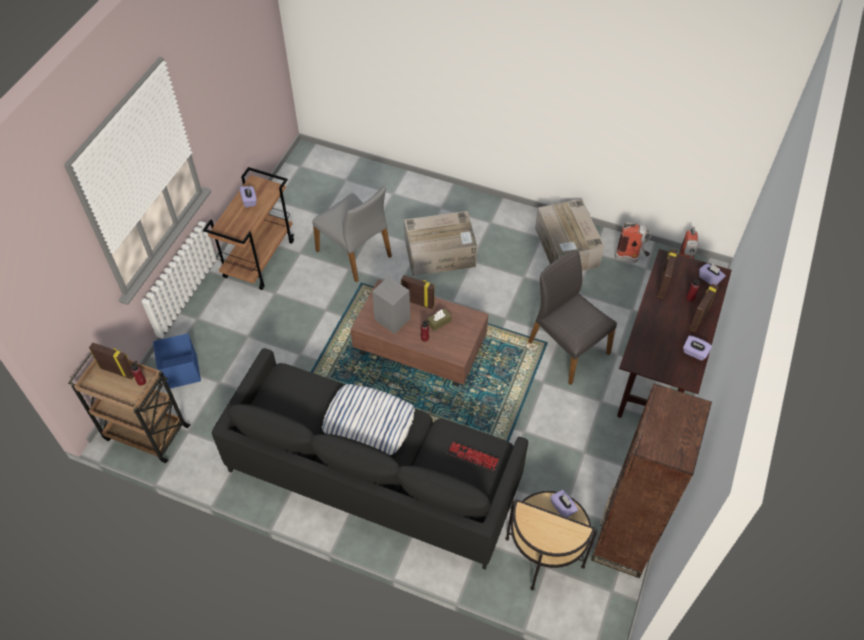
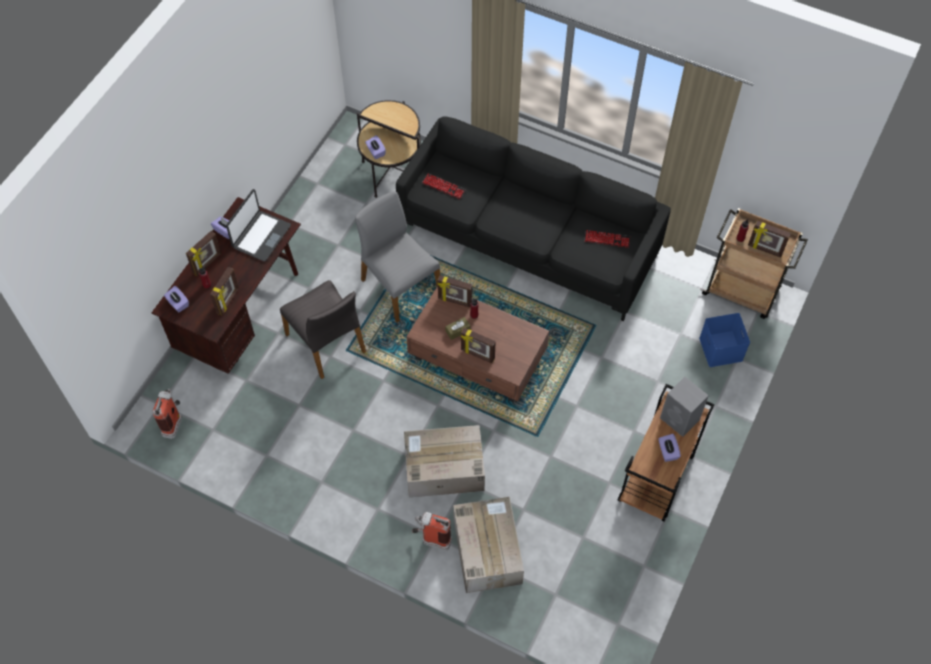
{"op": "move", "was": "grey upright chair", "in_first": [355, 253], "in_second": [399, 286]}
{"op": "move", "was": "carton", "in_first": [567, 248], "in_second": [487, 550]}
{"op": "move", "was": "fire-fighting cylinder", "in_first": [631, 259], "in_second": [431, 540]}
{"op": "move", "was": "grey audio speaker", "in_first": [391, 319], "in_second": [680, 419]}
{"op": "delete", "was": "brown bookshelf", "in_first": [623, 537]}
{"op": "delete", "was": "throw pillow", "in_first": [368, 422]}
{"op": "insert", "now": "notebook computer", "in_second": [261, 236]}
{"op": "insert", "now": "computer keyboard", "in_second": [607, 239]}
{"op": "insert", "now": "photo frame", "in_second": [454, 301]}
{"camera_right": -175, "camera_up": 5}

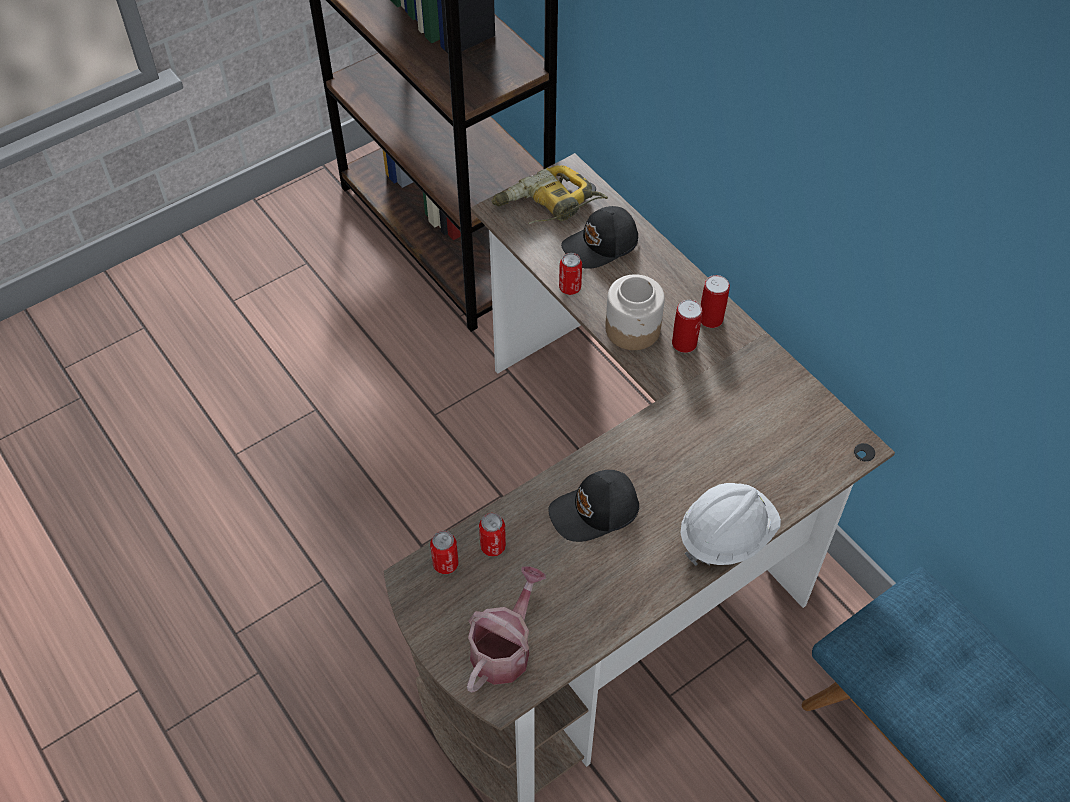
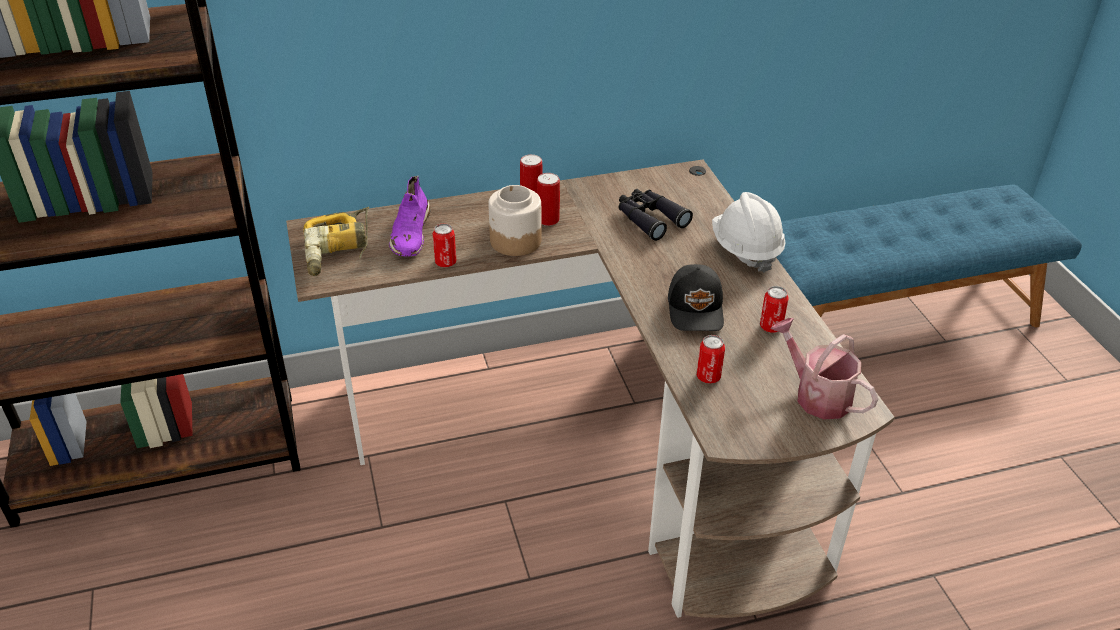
{"op": "replace", "was": "black-coloured cap", "now": "purple-coloured low shoe", "in_first": [601, 246], "in_second": [410, 233]}
{"op": "move", "was": "can", "in_first": [445, 564], "in_second": [771, 327]}
{"op": "insert", "now": "black-coloured field glasses", "in_second": [649, 219]}
{"camera_right": -70, "camera_up": -15}

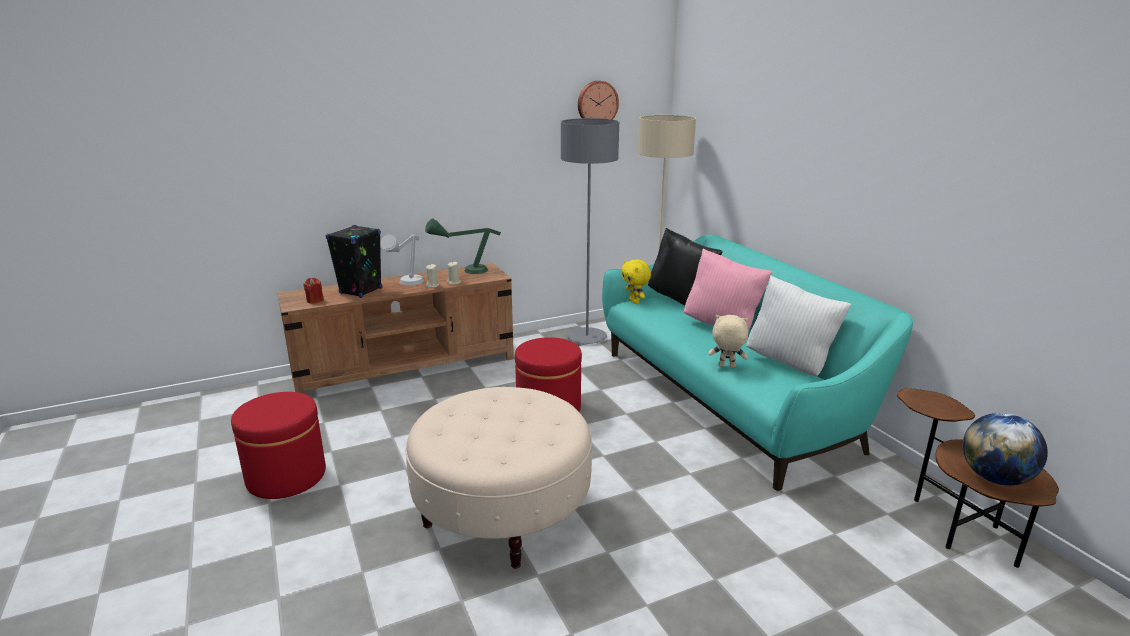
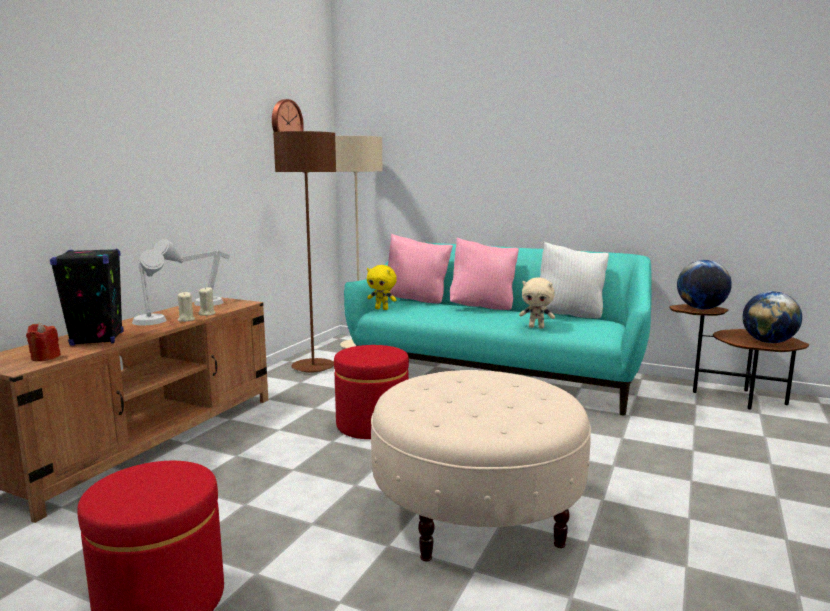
{"op": "recolor", "was": "grey floor lamp", "now": "brown floor lamp", "in_first": [587, 337], "in_second": [313, 367]}
{"op": "recolor", "was": "greenish lamp for a table", "now": "grey lamp for a table", "in_first": [464, 271], "in_second": [197, 306]}
{"op": "recolor", "was": "black-coloured throw pillow", "now": "pinkish throw pillow", "in_first": [681, 300], "in_second": [417, 301]}
{"op": "rotate", "was": "beige-coloured soft toy", "in_first": [726, 366], "in_second": [536, 327], "clockwise": -135}
{"op": "insert", "now": "desk globe", "in_second": [701, 308]}
{"camera_right": -40, "camera_up": -10}

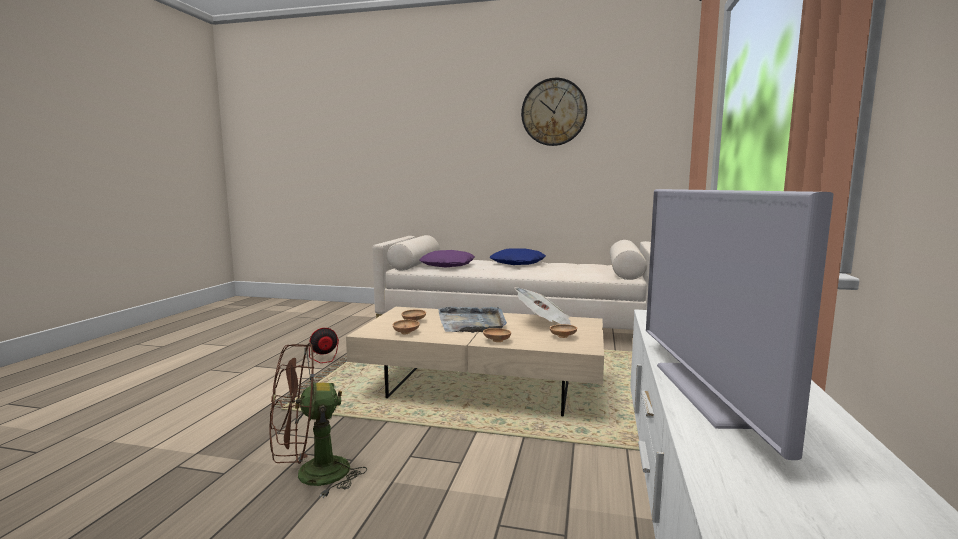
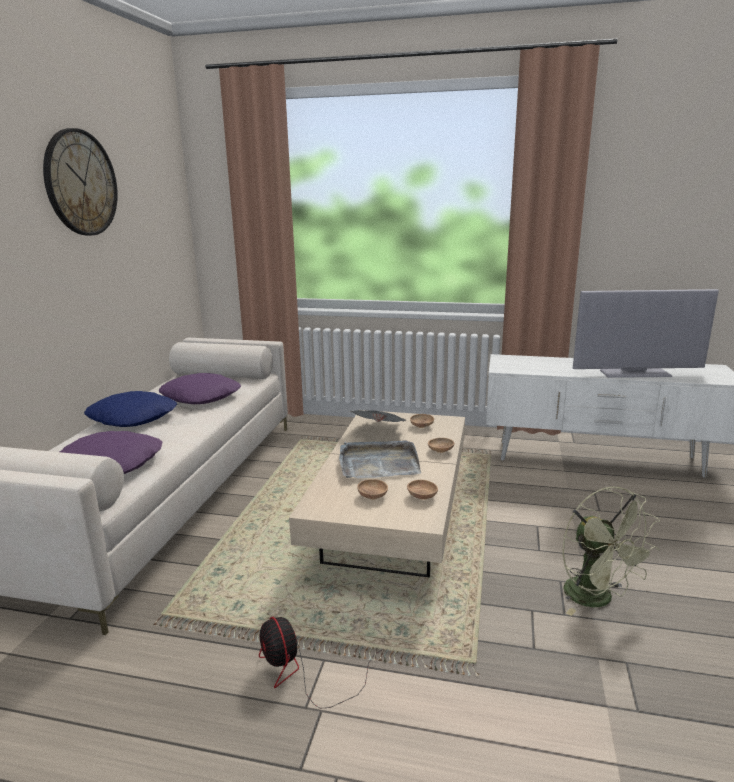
{"op": "recolor", "was": "brown fan", "now": "greenish fan", "in_first": [311, 476], "in_second": [597, 599]}
{"op": "insert", "now": "purple-coloured throw pillow", "in_second": [201, 396]}
{"camera_right": -90, "camera_up": 10}

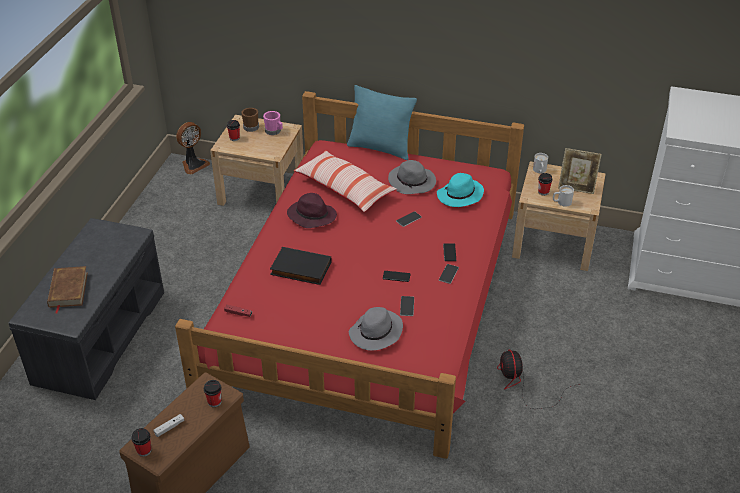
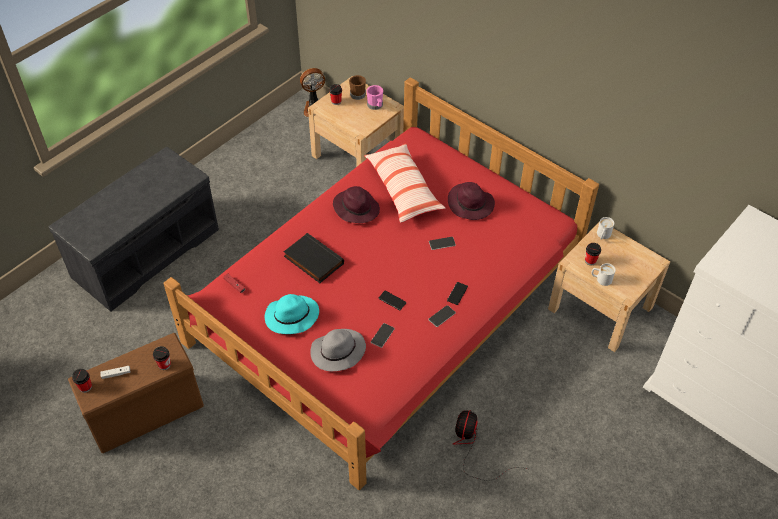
{"op": "delete", "was": "blue-green throw pillow", "in_first": [380, 148]}
{"op": "delete", "was": "photo frame", "in_first": [576, 187]}
{"op": "recolor", "was": "grey clothing hat", "now": "purple-coloured clothing hat", "in_first": [412, 182], "in_second": [471, 204]}
{"op": "move", "was": "blue-green clothing hat", "in_first": [460, 196], "in_second": [291, 317]}
{"op": "delete", "was": "brown book", "in_first": [68, 290]}
{"camera_right": 25, "camera_up": 10}

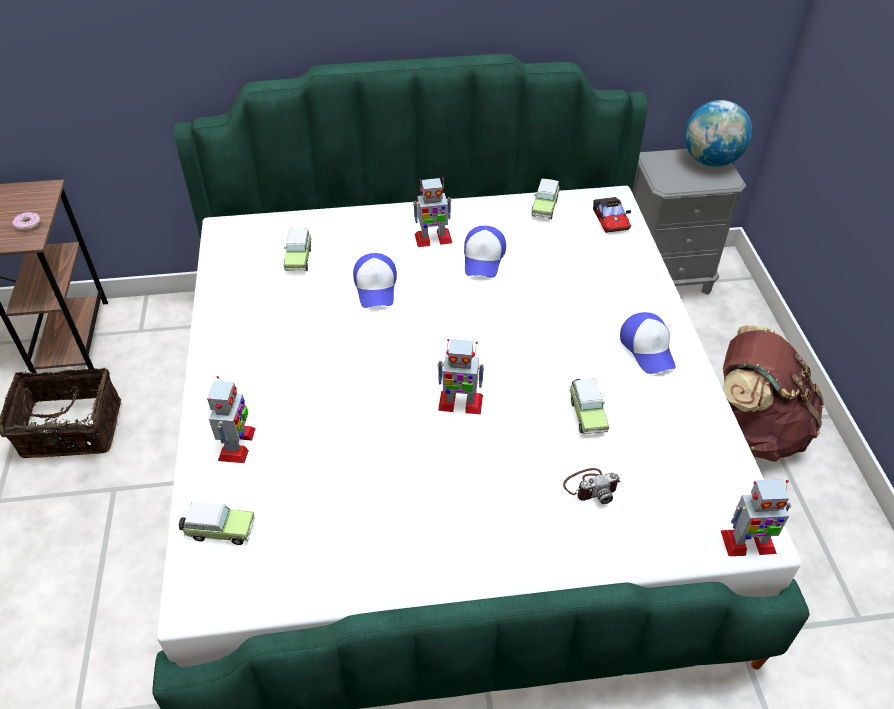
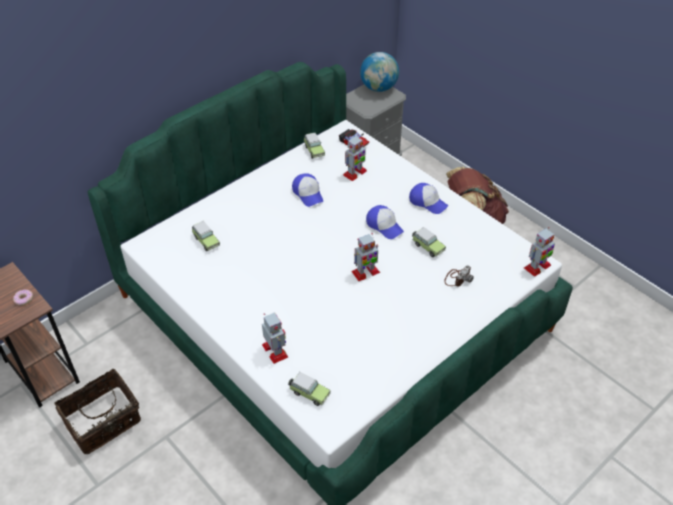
{"op": "move", "was": "model robot", "in_first": [433, 239], "in_second": [354, 173]}
{"op": "move", "was": "cap", "in_first": [376, 287], "in_second": [384, 225]}
{"op": "rotate", "was": "toy car", "in_first": [219, 530], "in_second": [309, 393], "clockwise": 60}
{"camera_right": -35, "camera_up": 0}

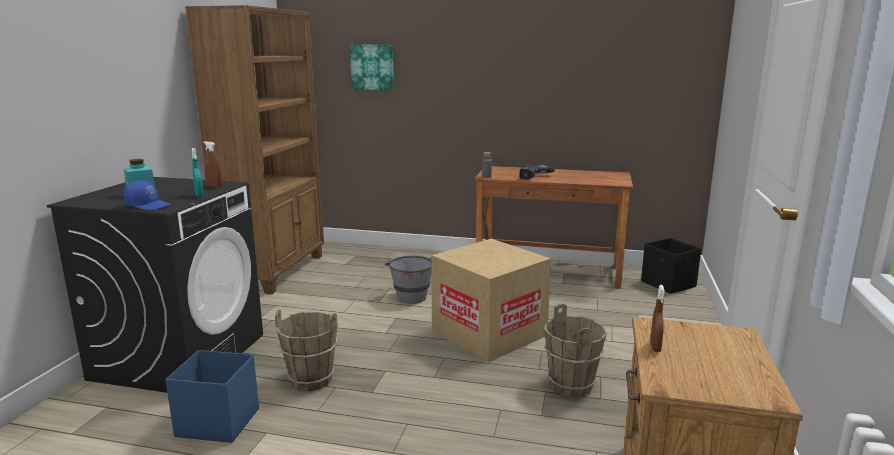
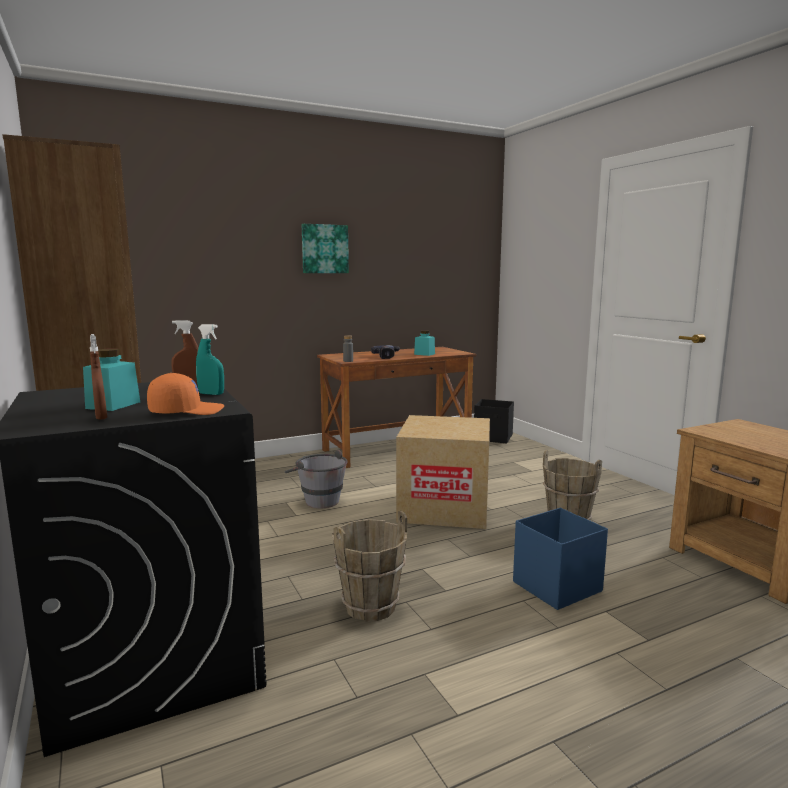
{"op": "move", "was": "wall picture", "in_first": [372, 67], "in_second": [324, 249]}
{"op": "recolor", "was": "blue cap", "now": "orange-coloured cap", "in_first": [149, 205], "in_second": [186, 411]}
{"op": "move", "was": "brown hand sprayer", "in_first": [655, 347], "in_second": [101, 417]}
{"op": "move", "was": "blue storage bin", "in_first": [217, 422], "in_second": [555, 587]}
{"op": "insert", "now": "blue-green jar", "in_second": [424, 354]}
{"camera_right": -40, "camera_up": -5}

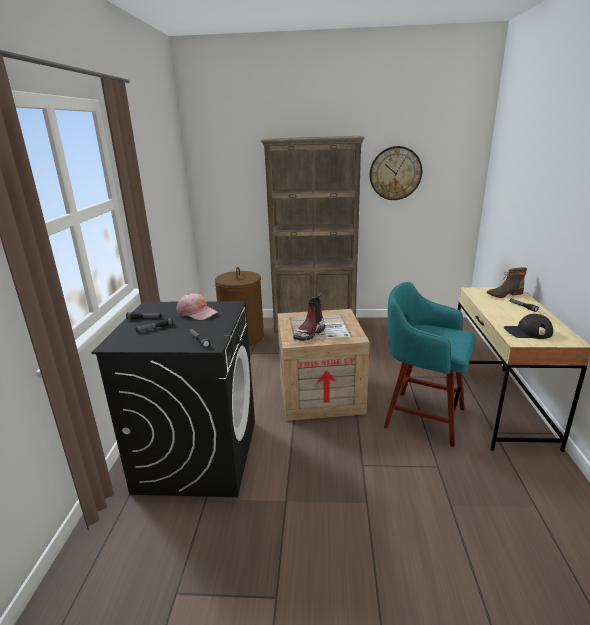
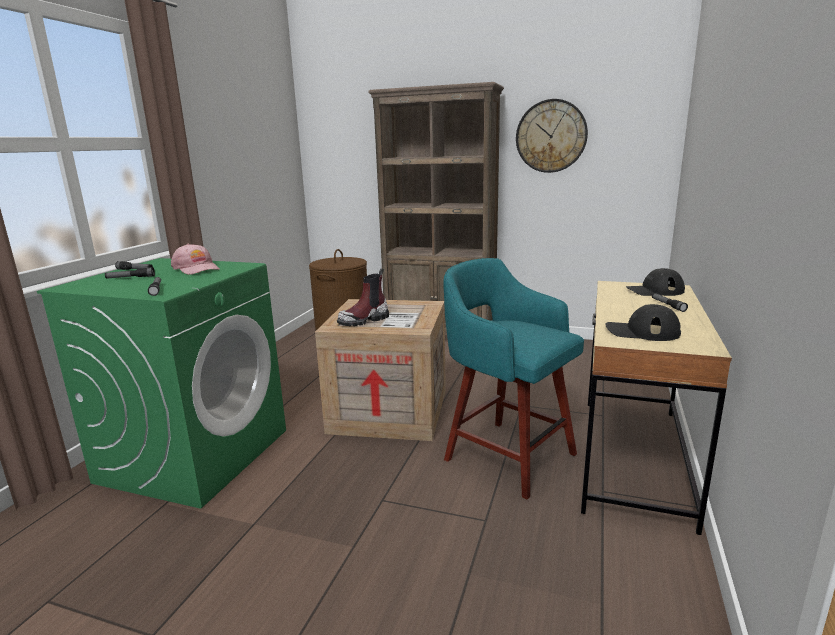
{"op": "replace", "was": "boot", "now": "black-coloured cap", "in_first": [503, 294], "in_second": [654, 291]}
{"op": "recolor", "was": "black-coloured washing machine", "now": "greenish washing machine", "in_first": [198, 454], "in_second": [196, 454]}
{"camera_right": 15, "camera_up": -5}

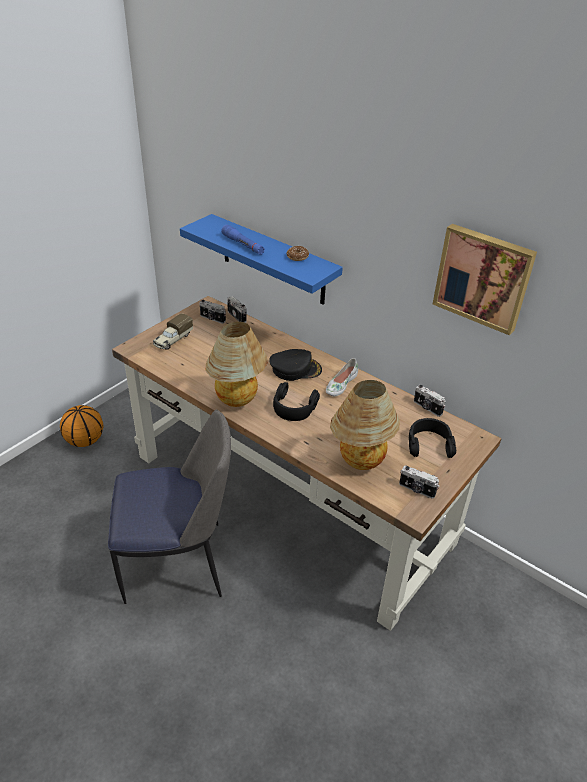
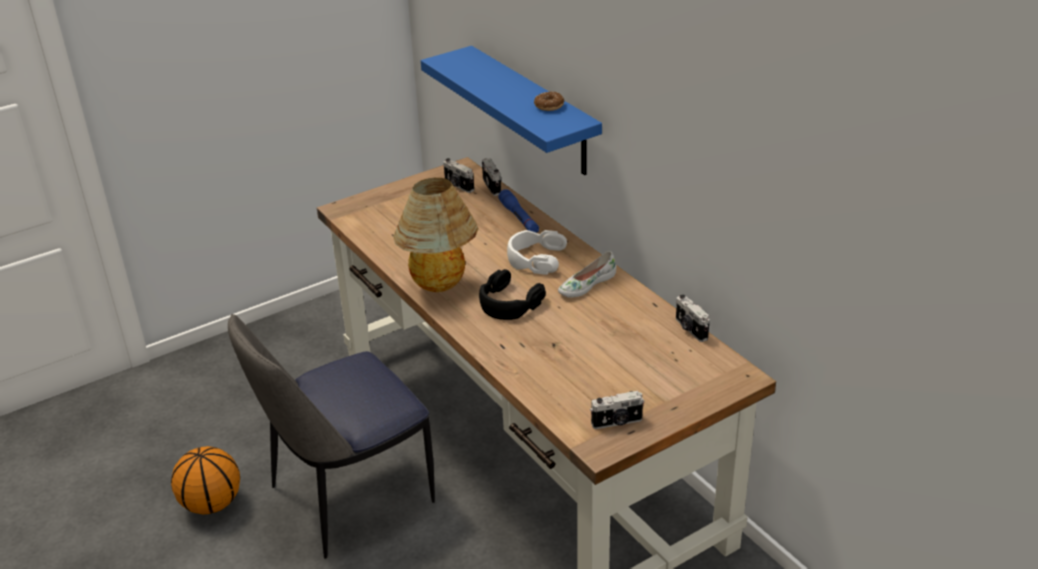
{"op": "move", "was": "blue hand torch", "in_first": [243, 245], "in_second": [519, 218]}
{"op": "delete", "was": "wall picture", "in_first": [483, 277]}
{"op": "delete", "was": "model truck", "in_first": [173, 340]}
{"op": "replace", "was": "black-coloured cap", "now": "white pair of headphones", "in_first": [295, 369], "in_second": [535, 258]}
{"op": "delete", "was": "lamp for a table", "in_first": [359, 463]}
{"op": "move", "was": "basketball", "in_first": [85, 441], "in_second": [212, 504]}
{"op": "rotate", "was": "upright chair", "in_first": [178, 562], "in_second": [347, 497], "clockwise": 135}
{"op": "delete", "was": "black-coloured pair of headphones", "in_first": [429, 444]}
{"op": "rotate", "was": "photo camera", "in_first": [416, 490], "in_second": [617, 422], "clockwise": -60}
{"camera_right": 20, "camera_up": -5}

